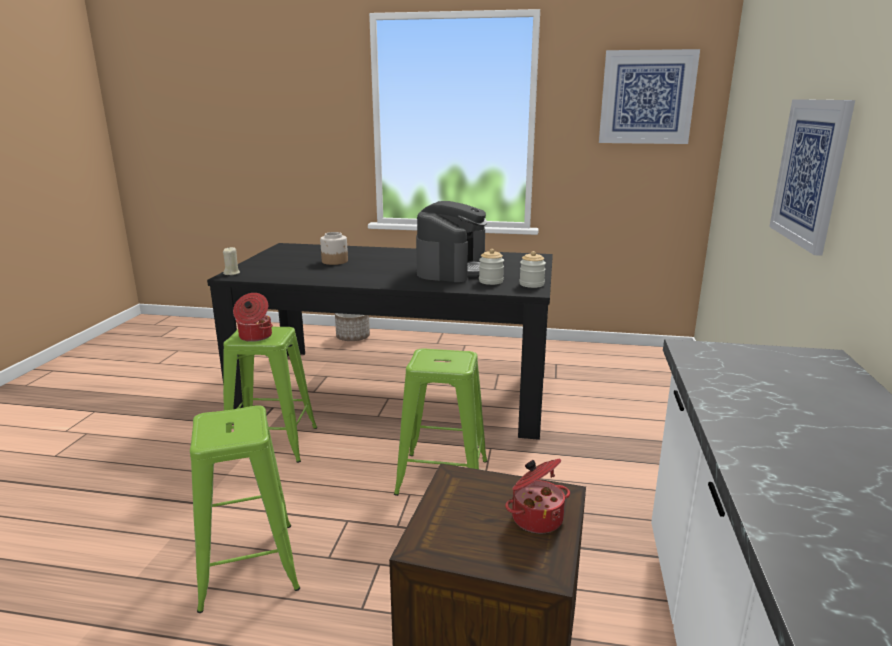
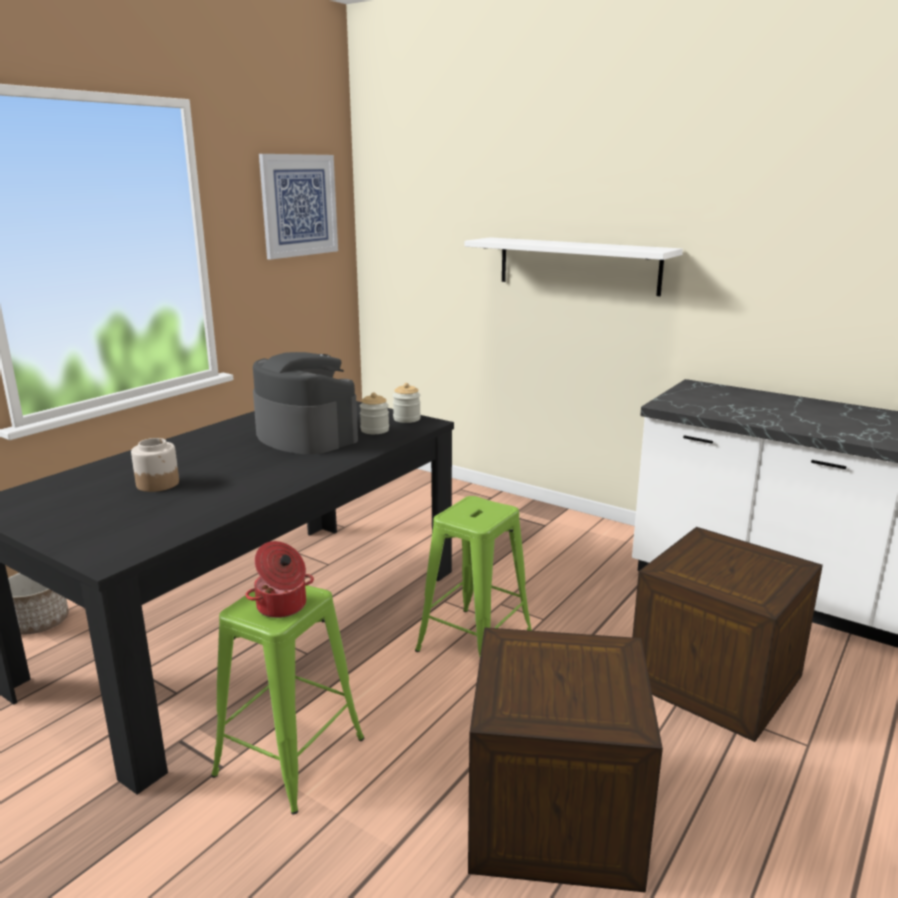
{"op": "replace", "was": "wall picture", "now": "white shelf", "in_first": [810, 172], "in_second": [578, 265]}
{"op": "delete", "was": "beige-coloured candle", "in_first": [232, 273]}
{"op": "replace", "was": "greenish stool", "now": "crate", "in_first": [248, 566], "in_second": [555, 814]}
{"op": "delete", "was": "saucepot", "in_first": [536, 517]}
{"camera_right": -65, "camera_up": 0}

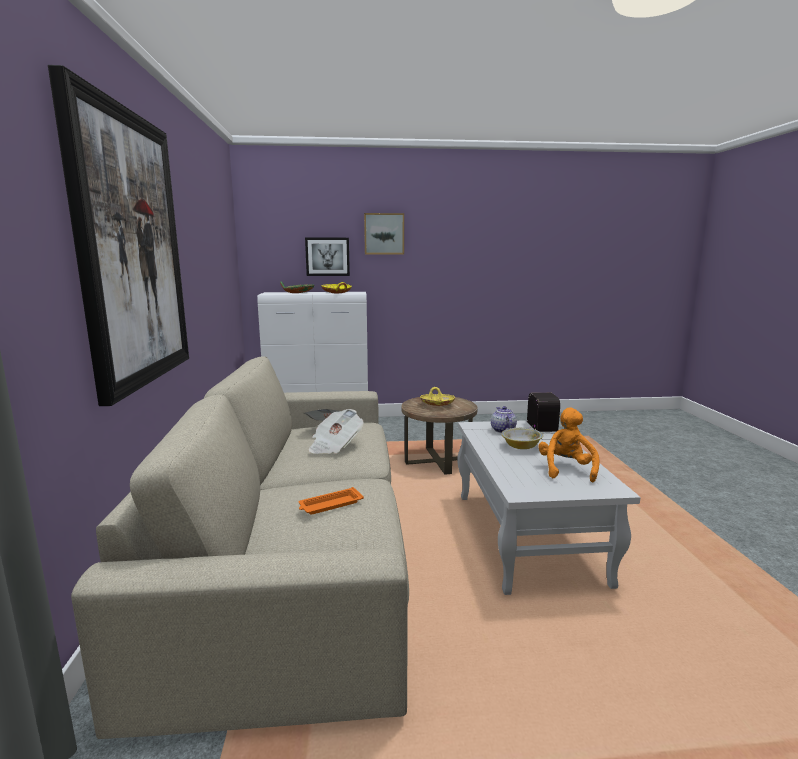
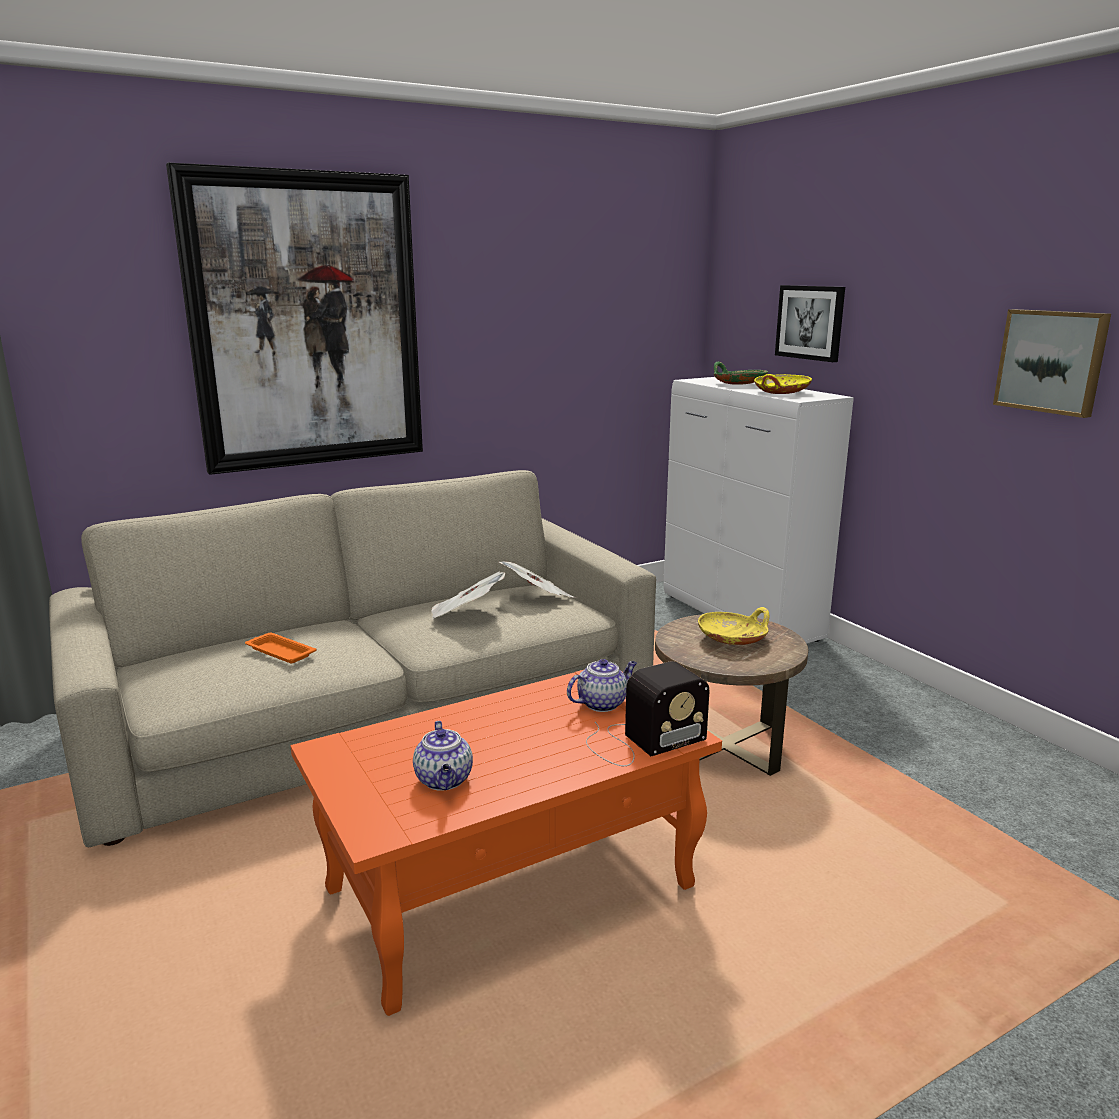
{"op": "move", "was": "wall picture", "in_first": [384, 234], "in_second": [1052, 361]}
{"op": "replace", "was": "orange-coloured soft toy", "now": "pot for tea", "in_first": [566, 469], "in_second": [444, 781]}
{"op": "recolor", "was": "white lounge table", "now": "orange-coloured lounge table", "in_first": [526, 535], "in_second": [513, 887]}
{"op": "delete", "was": "deep dish", "in_first": [521, 447]}
{"camera_right": 65, "camera_up": 5}

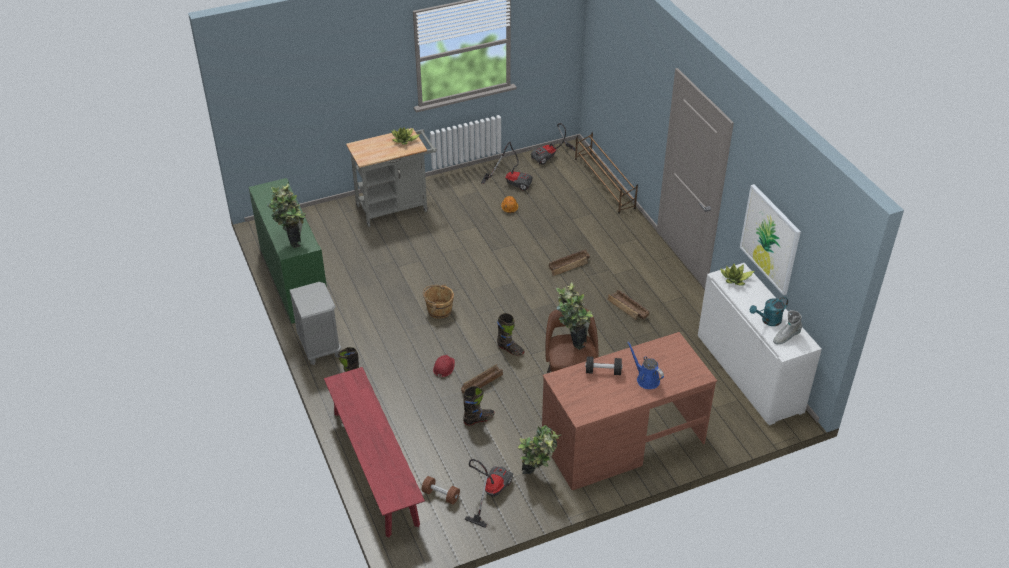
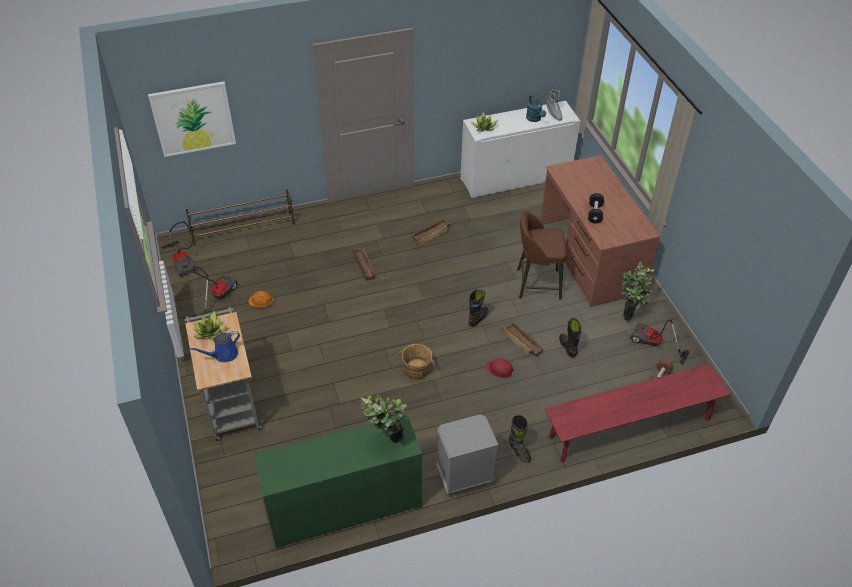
{"op": "move", "was": "wall picture", "in_first": [770, 239], "in_second": [193, 118]}
{"op": "delete", "was": "potted plant", "in_first": [572, 340]}
{"op": "move", "was": "blue watering pot", "in_first": [646, 379], "in_second": [223, 355]}
{"camera_right": -85, "camera_up": 5}

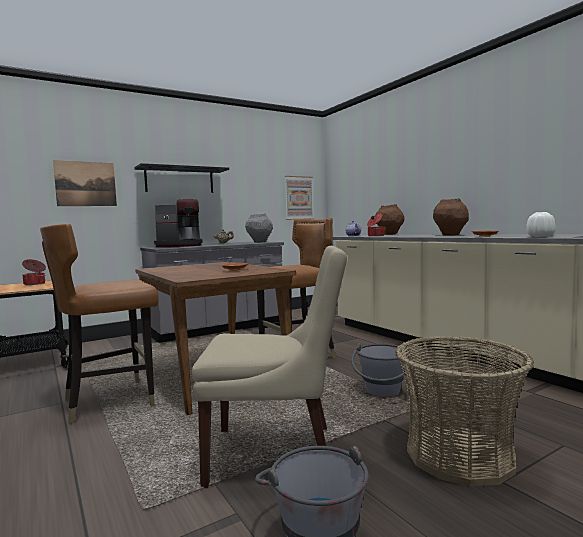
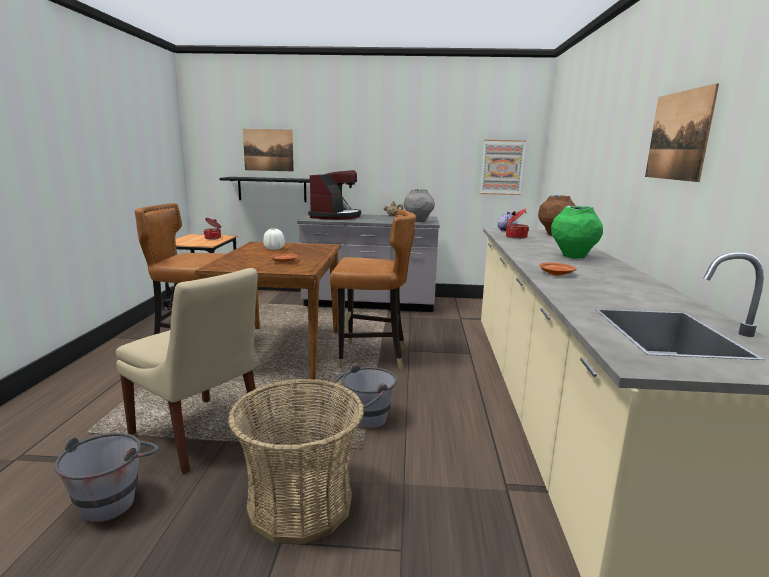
{"op": "move", "was": "black-coloured shelf", "in_first": [179, 180], "in_second": [272, 189]}
{"op": "rotate", "was": "coffee maker", "in_first": [179, 246], "in_second": [336, 216], "clockwise": -90}
{"op": "recolor", "was": "brown decorative vase", "now": "greenish decorative vase", "in_first": [450, 235], "in_second": [573, 256]}
{"op": "move", "was": "white decorative vase", "in_first": [540, 236], "in_second": [274, 248]}
{"op": "insert", "now": "wall picture", "in_second": [678, 136]}
{"camera_right": 35, "camera_up": 10}

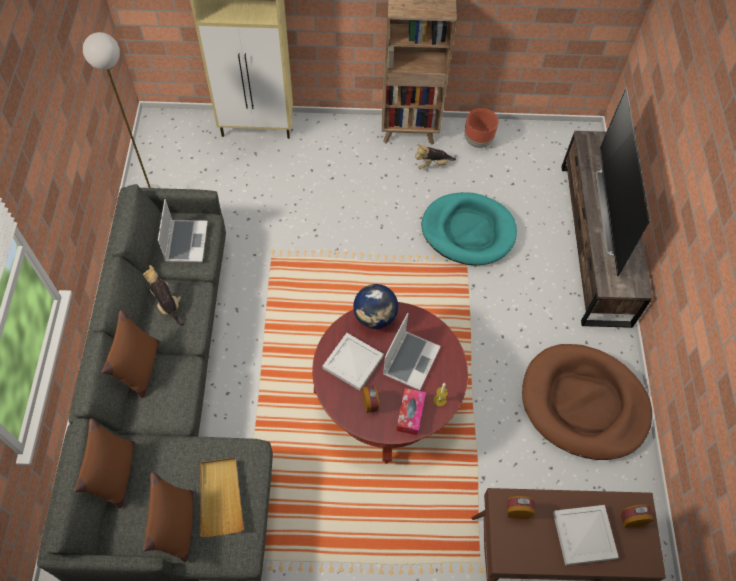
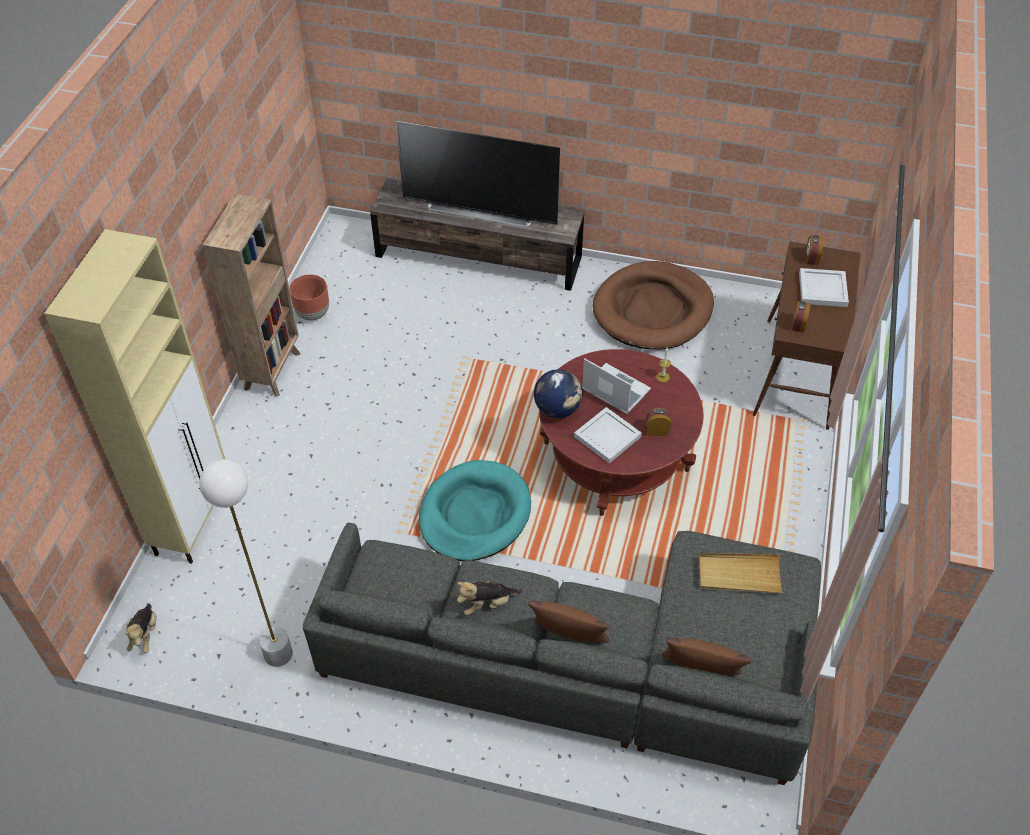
{"op": "move", "was": "soft toy", "in_first": [432, 165], "in_second": [145, 635]}
{"op": "move", "was": "blue-green dog cushion", "in_first": [468, 231], "in_second": [474, 514]}
{"op": "delete", "was": "notebook computer", "in_first": [186, 241]}
{"op": "delete", "was": "box of tissues", "in_first": [410, 414]}
{"op": "delete", "was": "brown throw pillow", "in_first": [177, 527]}
{"camera_right": -75, "camera_up": -10}

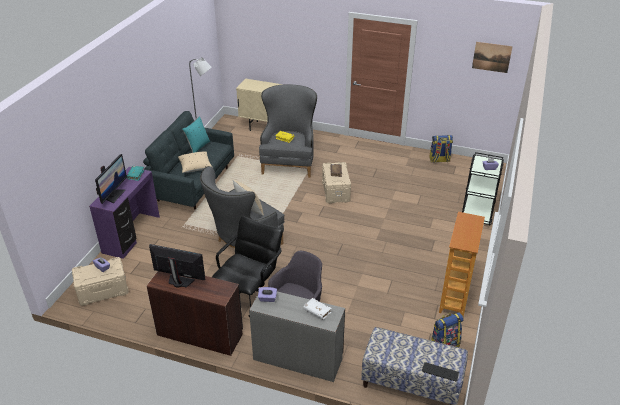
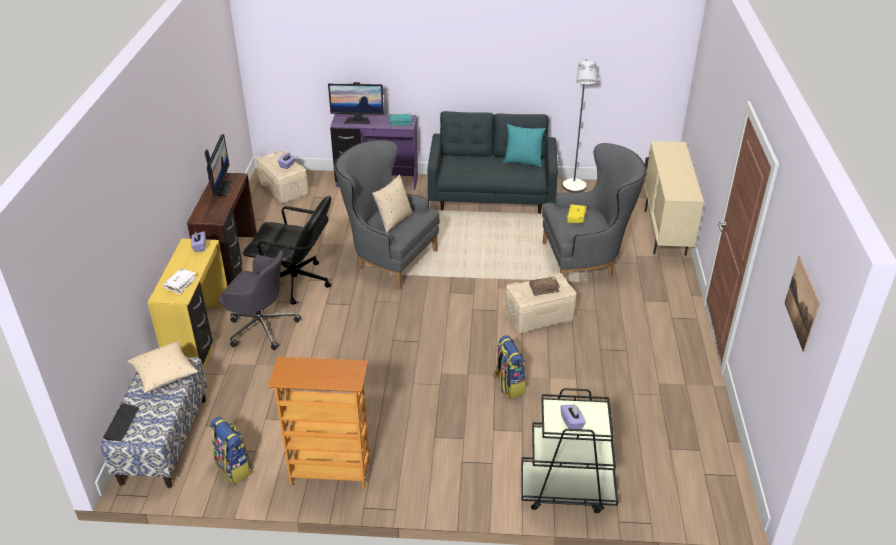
{"op": "move", "was": "rucksack", "in_first": [439, 160], "in_second": [508, 384]}
{"op": "move", "was": "beige-coloured throw pillow", "in_first": [195, 167], "in_second": [164, 375]}
{"op": "recolor", "was": "grey desk table", "now": "yellowish desk table", "in_first": [298, 358], "in_second": [201, 337]}
{"camera_right": 75, "camera_up": 0}

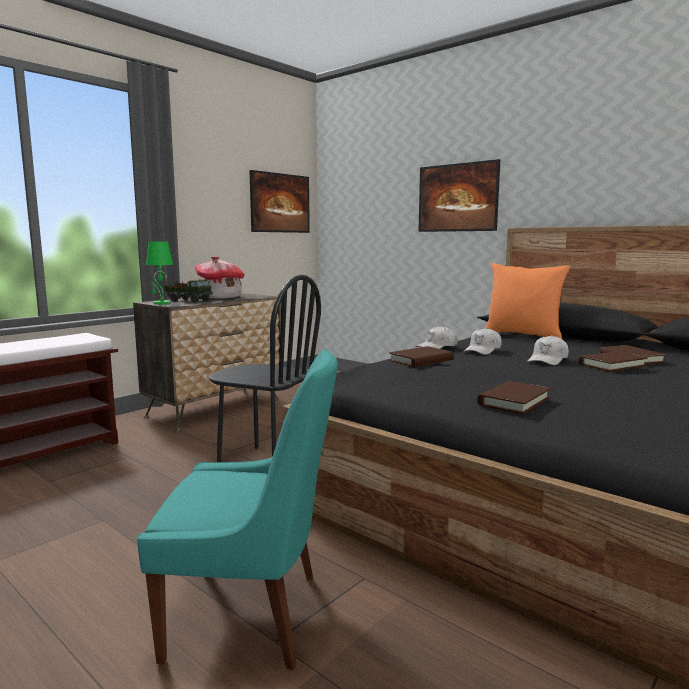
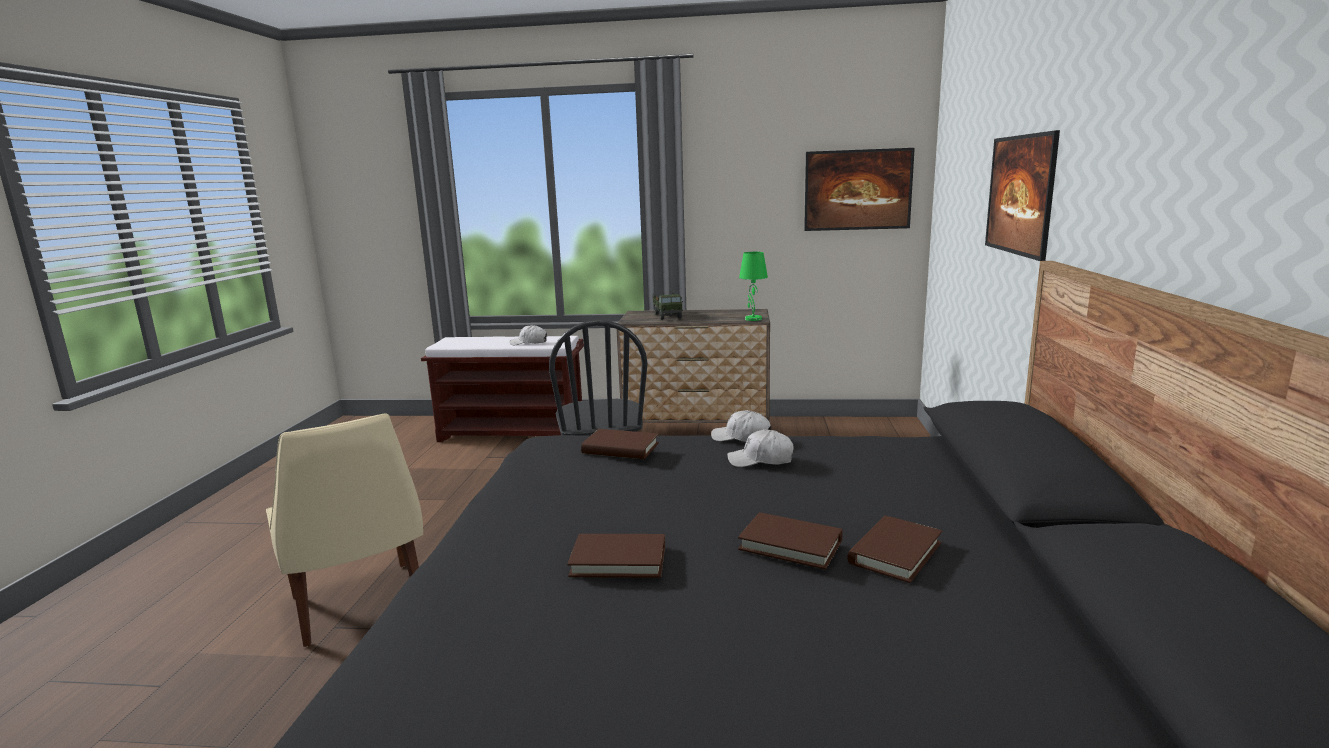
{"op": "move", "was": "greenish lamp for a table", "in_first": [161, 303], "in_second": [752, 319]}
{"op": "delete", "was": "model house", "in_first": [221, 297]}
{"op": "delete", "was": "orange-coloured throw pillow", "in_first": [523, 336]}
{"op": "move", "was": "white cap", "in_first": [548, 360], "in_second": [529, 343]}
{"op": "recolor", "was": "blue-green upright chair", "now": "beige-coloured upright chair", "in_first": [251, 615], "in_second": [359, 605]}
{"op": "move", "was": "brown book", "in_first": [514, 401], "in_second": [618, 560]}
{"camera_right": 55, "camera_up": 5}

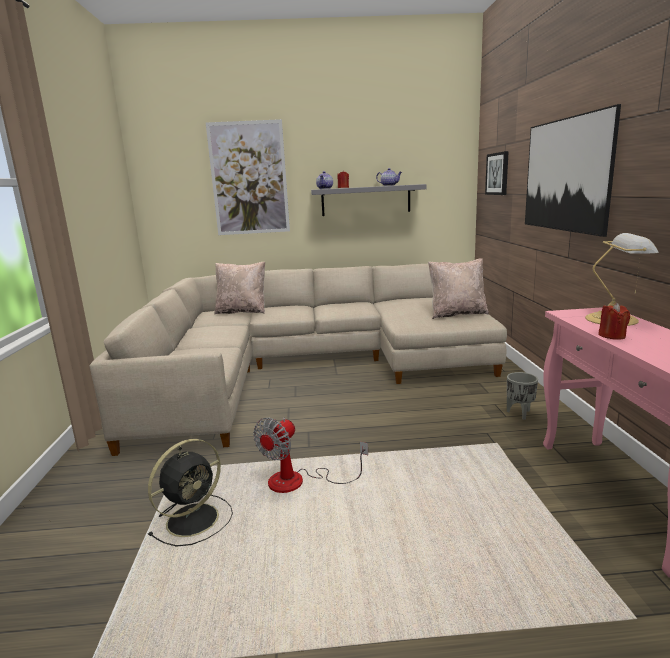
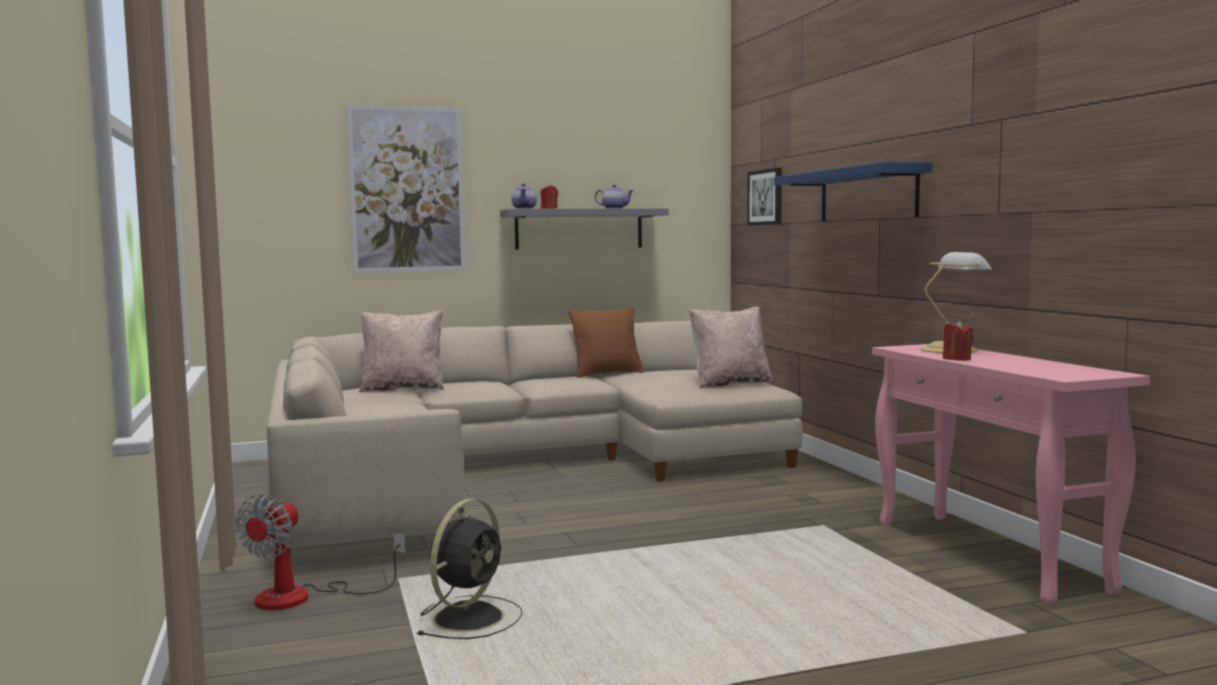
{"op": "replace", "was": "wall picture", "now": "blue shelf", "in_first": [565, 175], "in_second": [867, 195]}
{"op": "delete", "was": "grey flower pot", "in_first": [520, 414]}
{"op": "move", "was": "fan", "in_first": [299, 481], "in_second": [303, 597]}
{"op": "insert", "now": "brown throw pillow", "in_second": [607, 374]}
{"camera_right": -15, "camera_up": -10}

